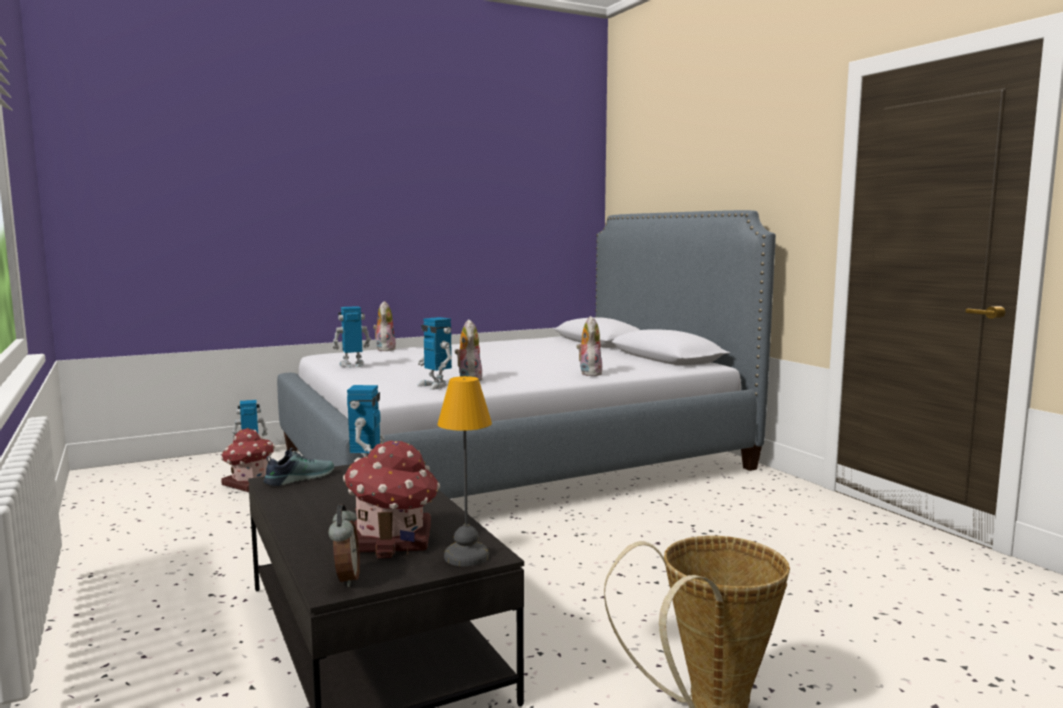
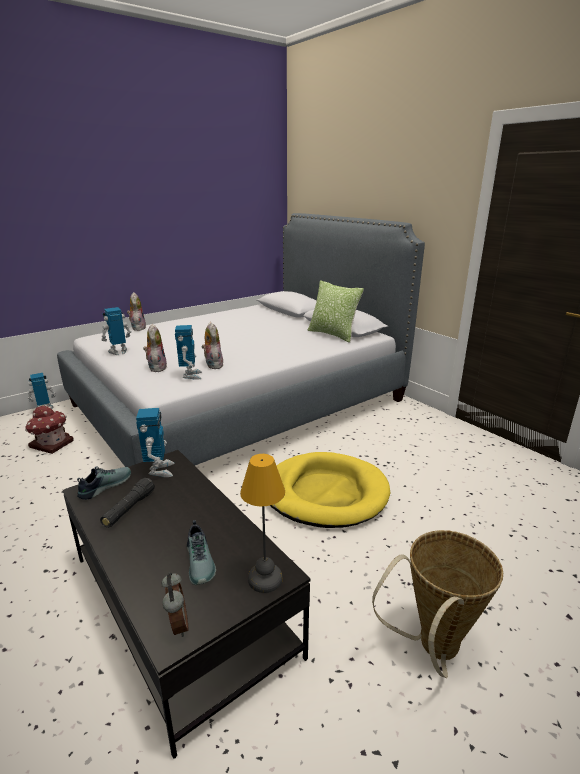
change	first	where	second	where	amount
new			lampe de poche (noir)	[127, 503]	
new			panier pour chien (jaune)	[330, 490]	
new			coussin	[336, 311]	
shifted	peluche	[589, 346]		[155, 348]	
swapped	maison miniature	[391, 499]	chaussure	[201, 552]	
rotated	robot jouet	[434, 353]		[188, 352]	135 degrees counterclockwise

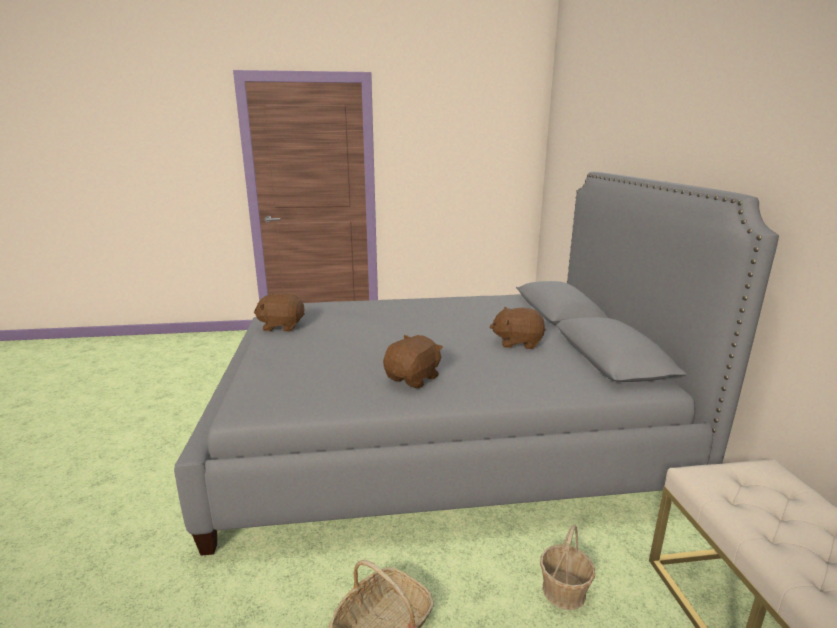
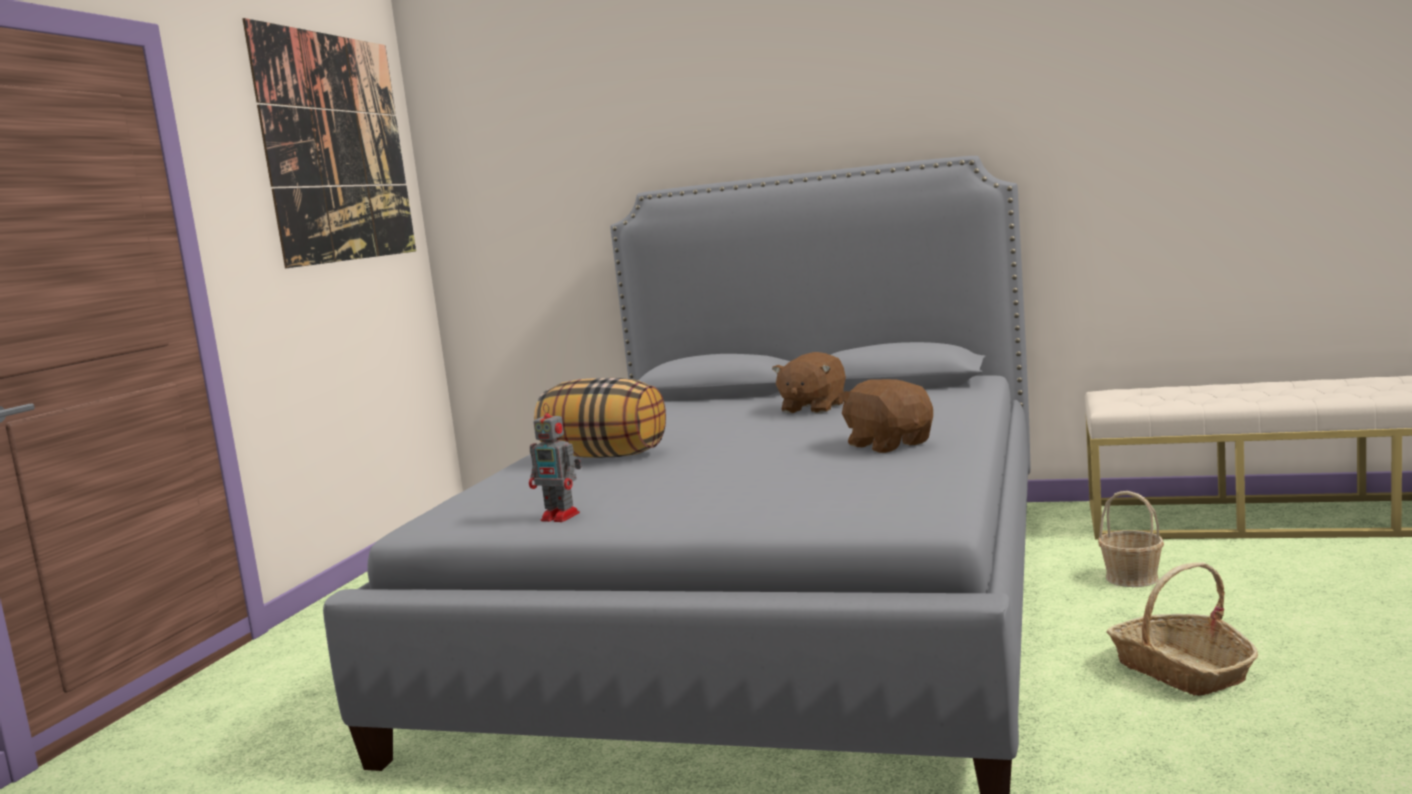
change	first	where	second	where	amount
new			tableau	[329, 143]	
new			coussin	[600, 418]	
swapped	peluche (marron)	[279, 313]	robot jouet	[555, 462]	

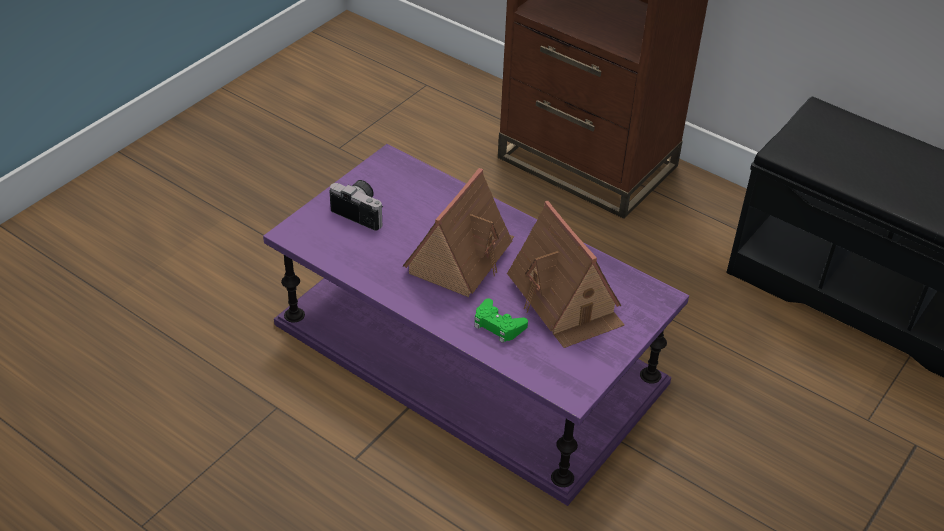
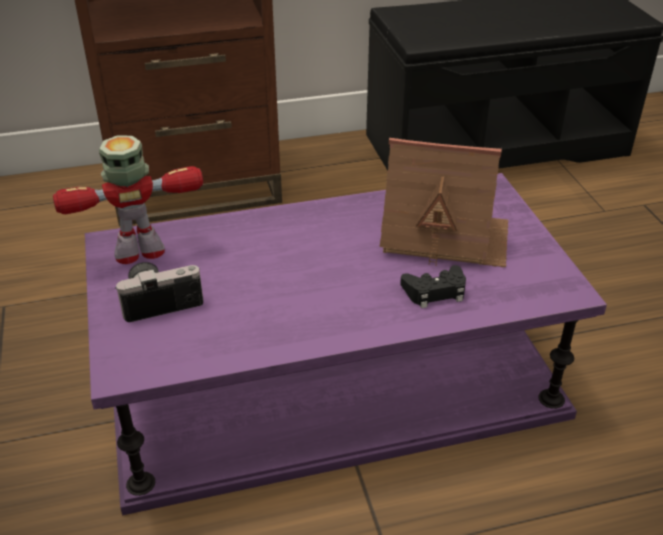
change	first	where	second	where	amount
gone	maison miniature	[458, 232]			
new			robot jouet	[128, 199]	
repainted	manette (vert)	[501, 320]	manette (noir)	[433, 286]	

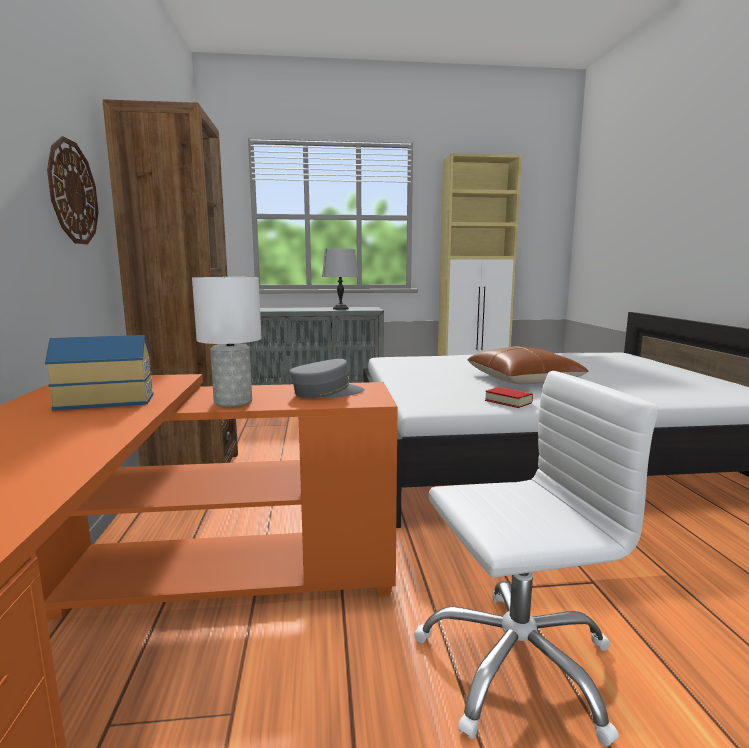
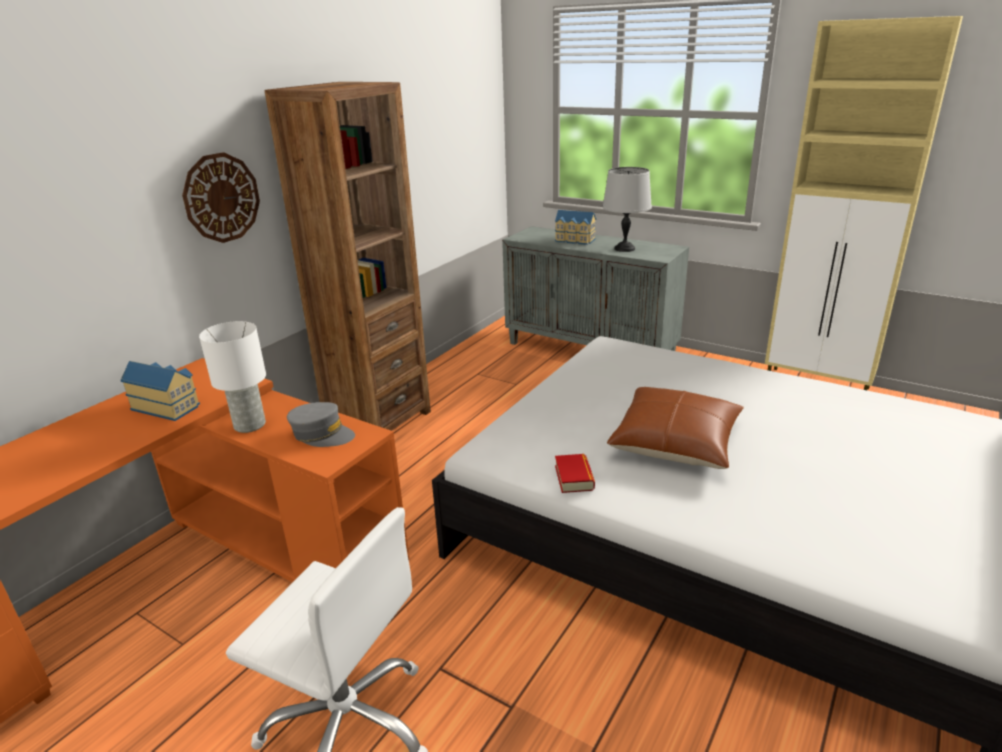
change	first	where	second	where	amount
new			maison miniature	[575, 227]	

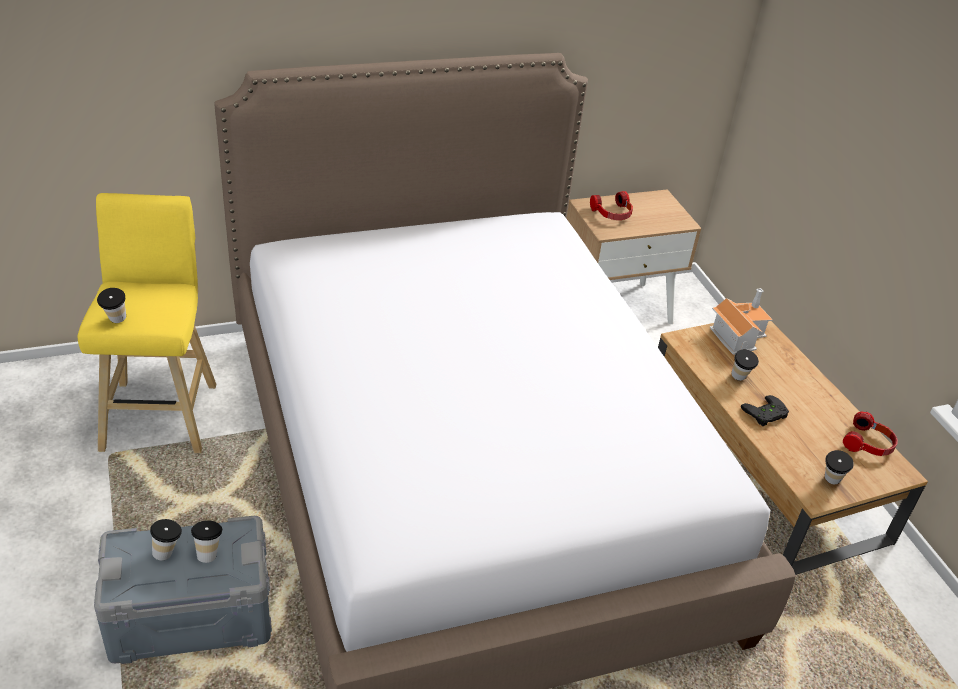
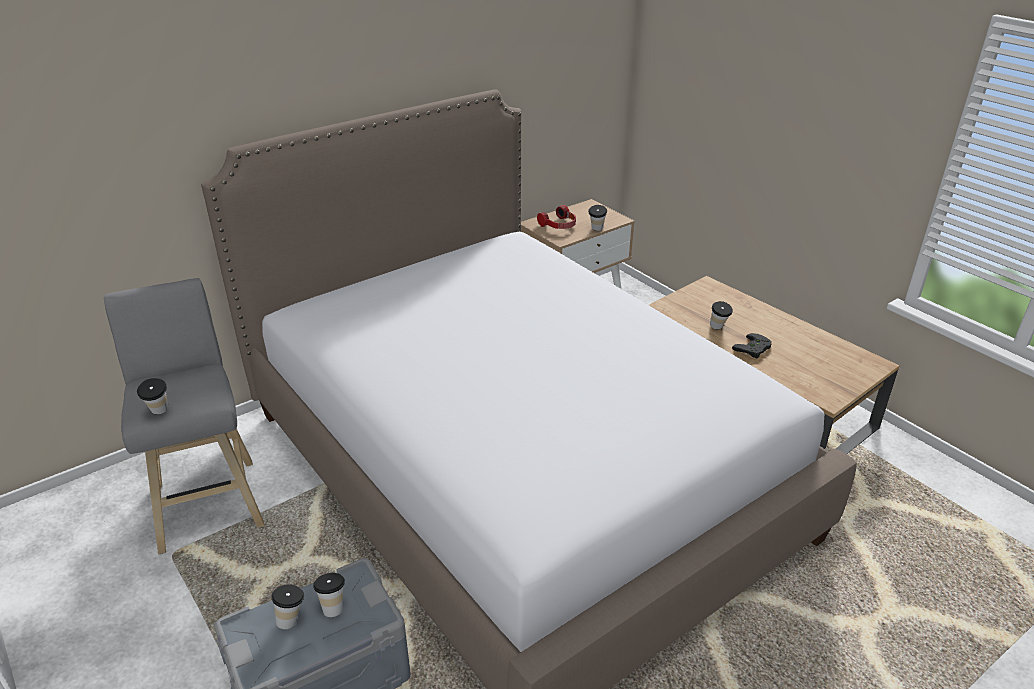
change	first	where	second	where	amount
gone	maison miniature	[741, 321]			
gone	casque audio	[870, 434]			
shifted	tasse	[839, 467]		[597, 218]	
repainted	tabouret (jaune)	[147, 323]	tabouret (gris)	[184, 416]	

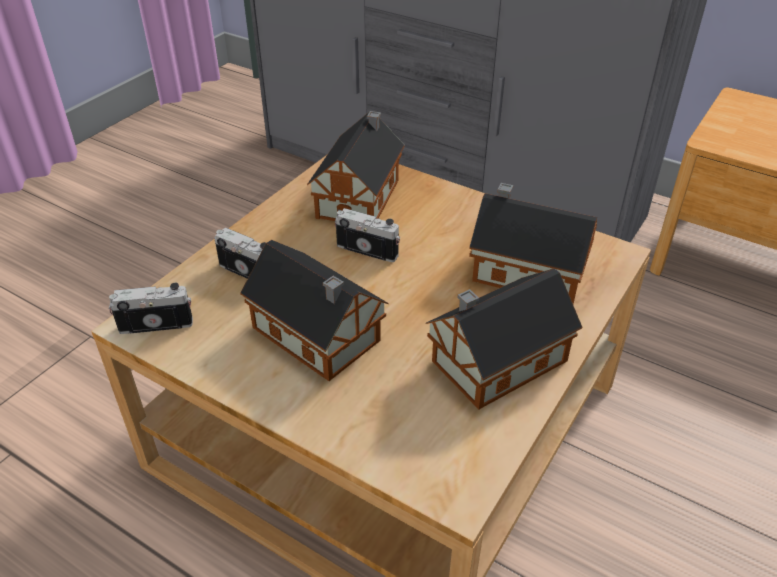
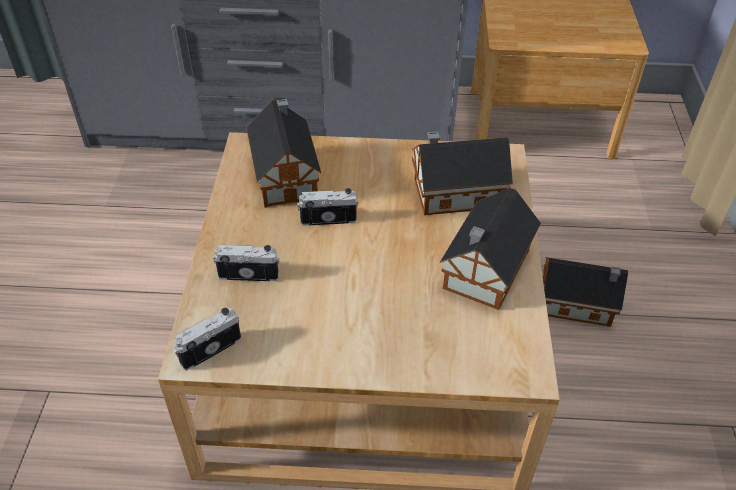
change	first	where	second	where	amount
shifted	maison miniature	[314, 310]		[585, 292]	

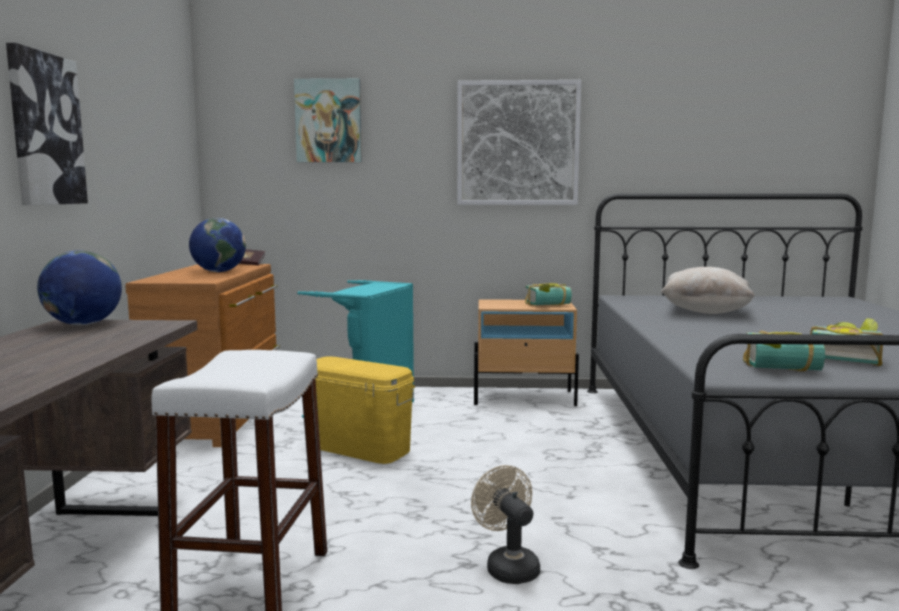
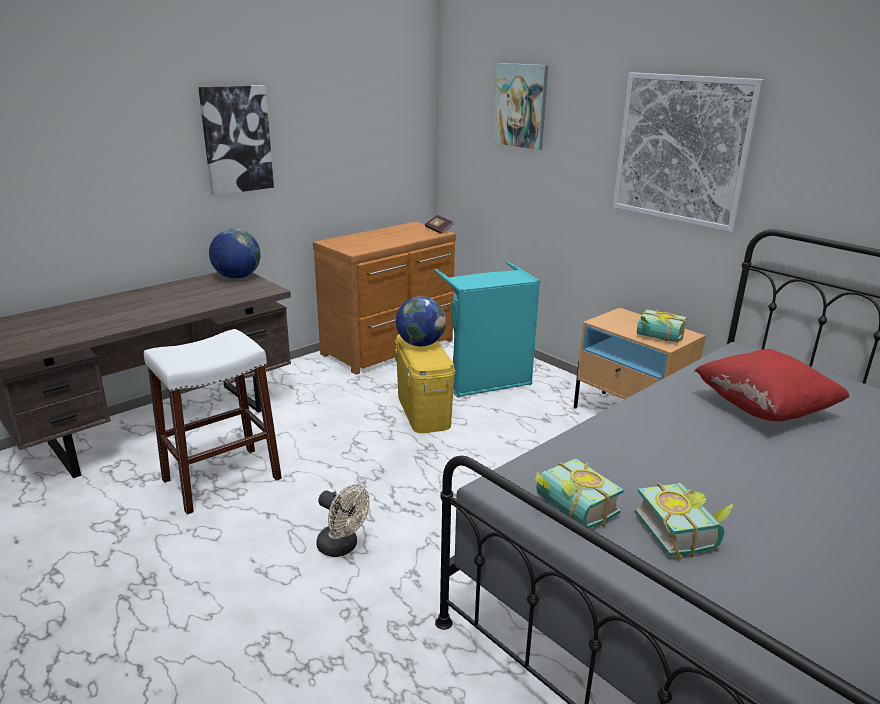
change	first	where	second	where	amount
shifted	globe	[217, 245]		[421, 321]	
repainted	coussin (beige)	[708, 290]	coussin (rouge)	[772, 385]	
rotated	ventilateur (beige)	[505, 524]		[343, 520]	105 degrees clockwise

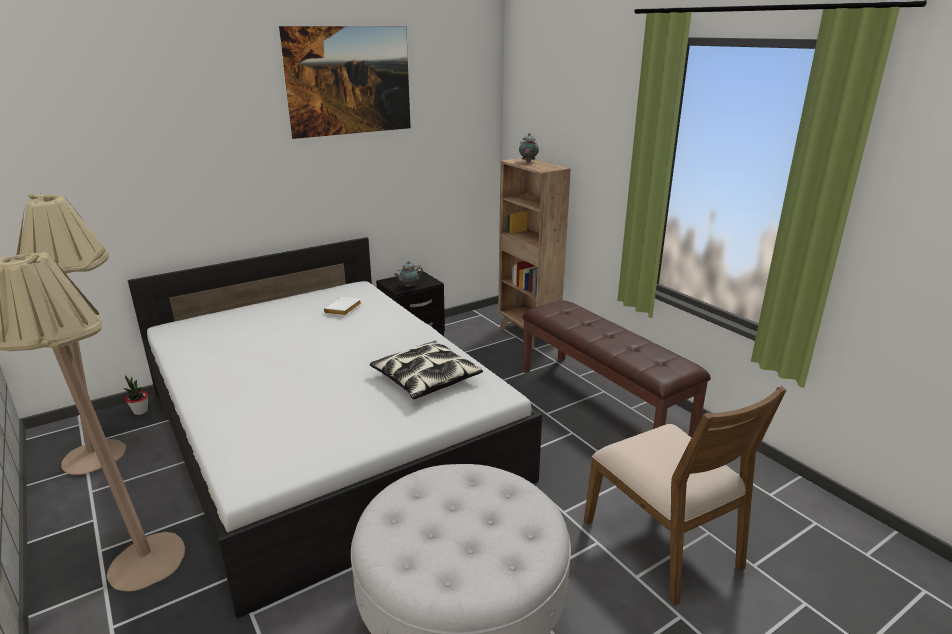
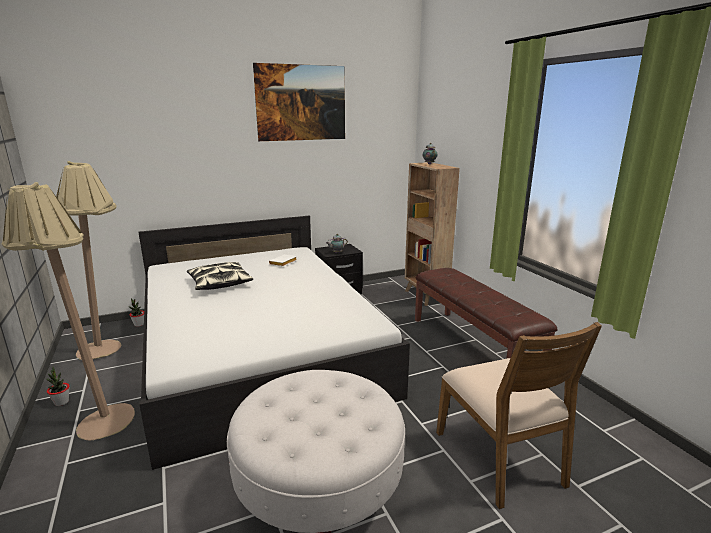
change	first	where	second	where	amount
new			plante en pot	[58, 386]	
shifted	coussin	[426, 370]		[220, 276]	

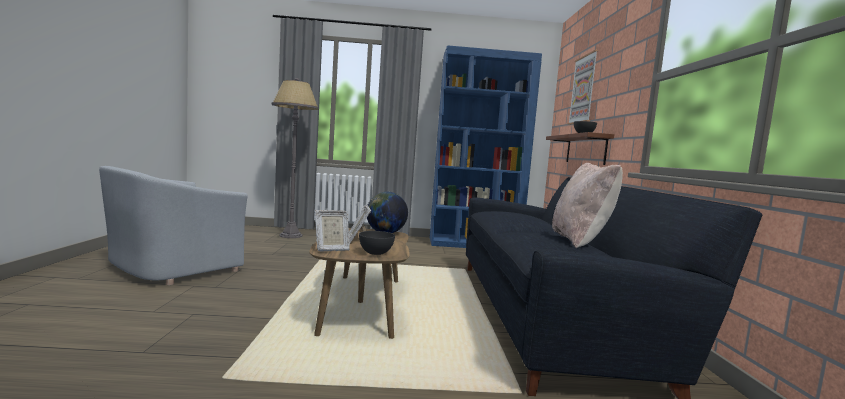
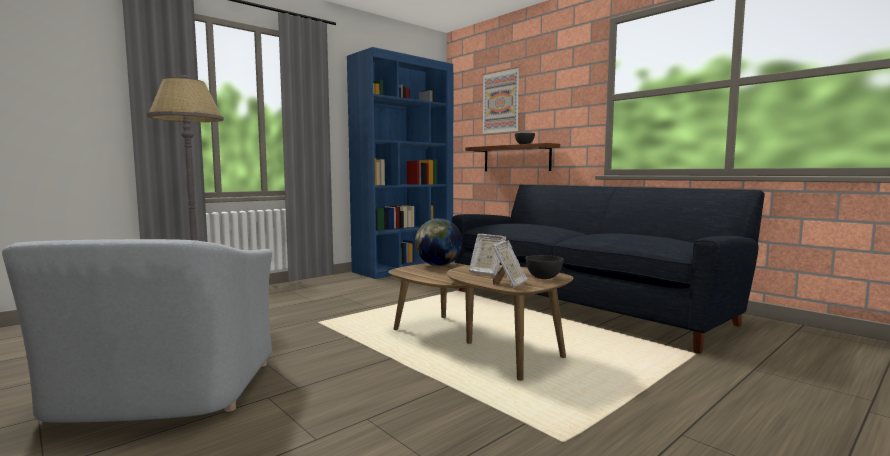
change	first	where	second	where	amount
gone	coussin (beige)	[587, 205]			

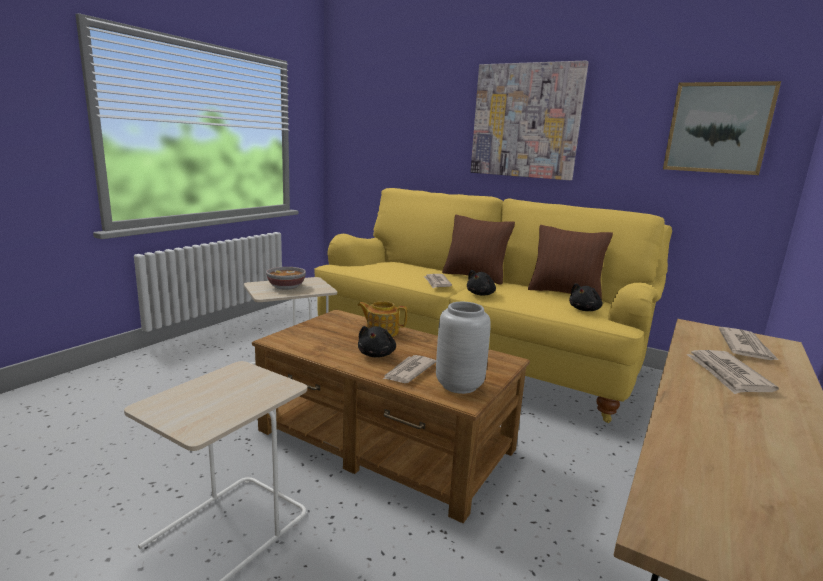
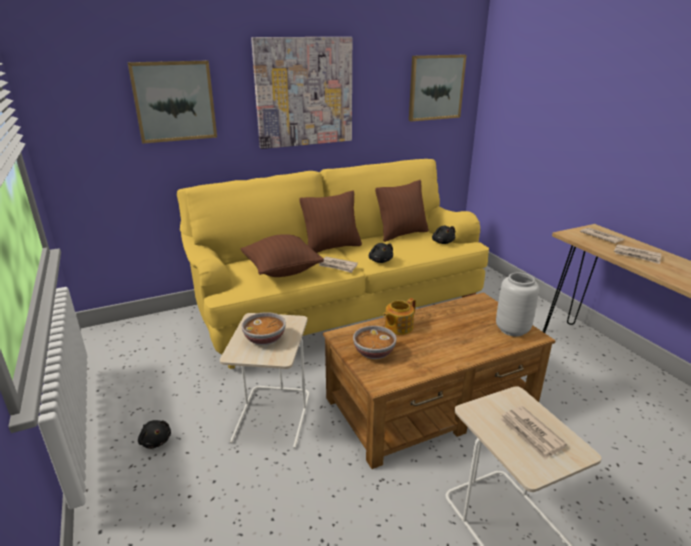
change	first	where	second	where	amount
new			tableau	[172, 102]	
new			coussin (marron)	[282, 255]	
new			bol	[375, 342]	
shifted	peluche (noir)	[377, 341]		[154, 434]	
shifted	journal	[409, 369]		[533, 433]	

